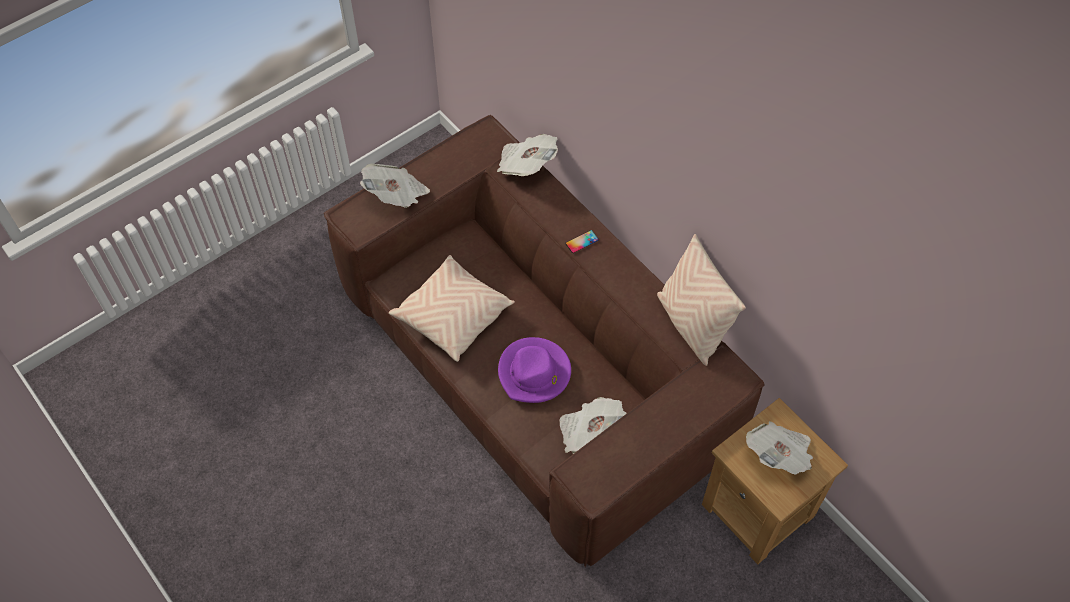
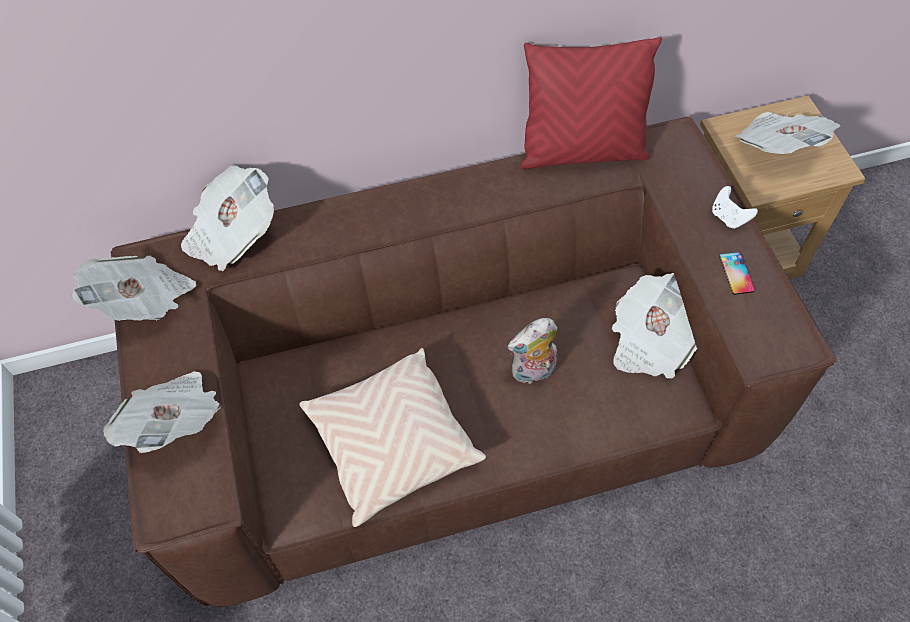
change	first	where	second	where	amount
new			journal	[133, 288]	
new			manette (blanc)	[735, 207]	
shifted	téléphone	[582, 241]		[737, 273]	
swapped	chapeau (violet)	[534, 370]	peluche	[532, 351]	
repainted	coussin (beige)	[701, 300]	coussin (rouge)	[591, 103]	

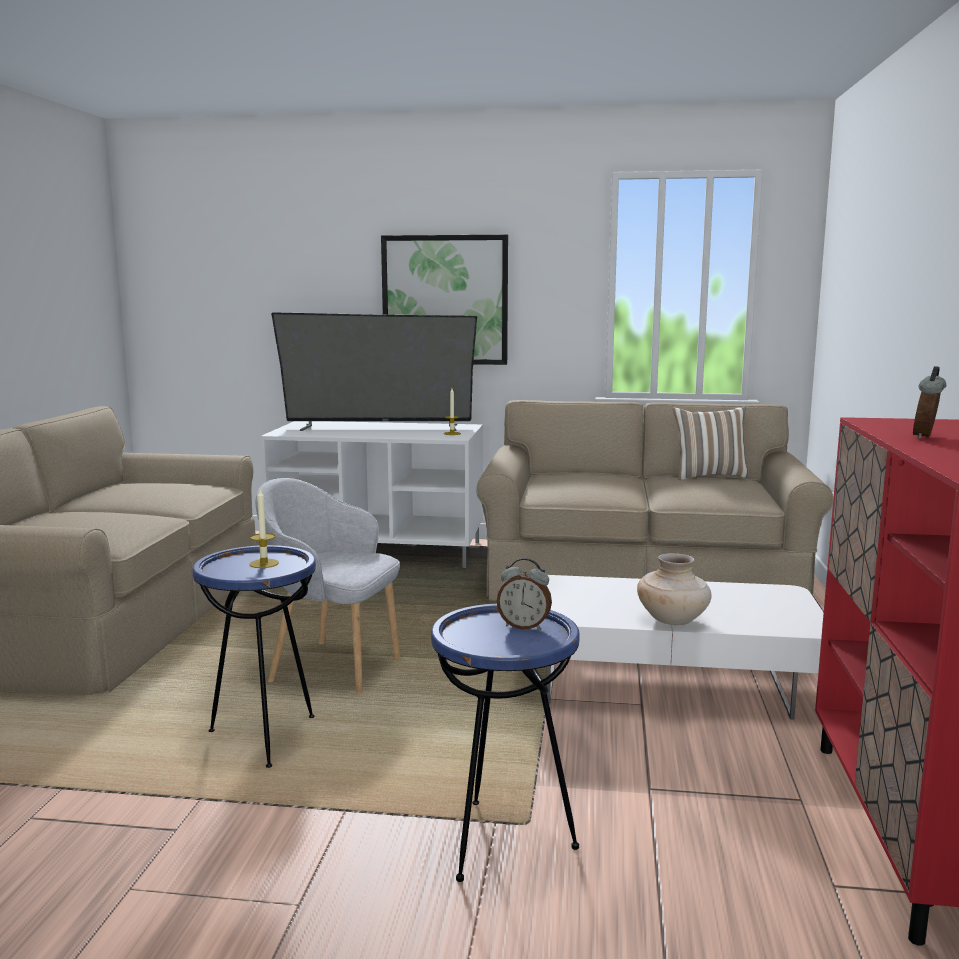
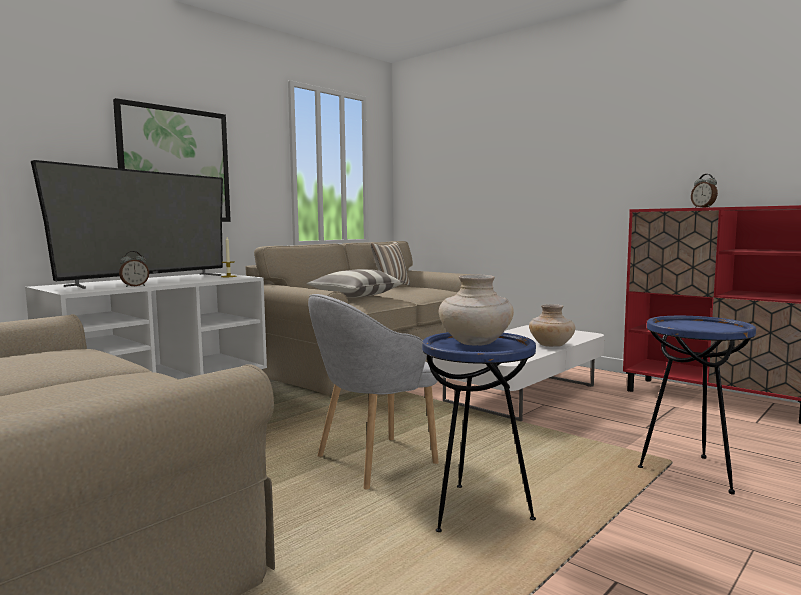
change	first	where	second	where	amount
new			coussin	[356, 283]	
shifted	réveil	[524, 594]		[134, 269]	
swapped	bougie	[264, 529]	vase (beige)	[476, 310]	

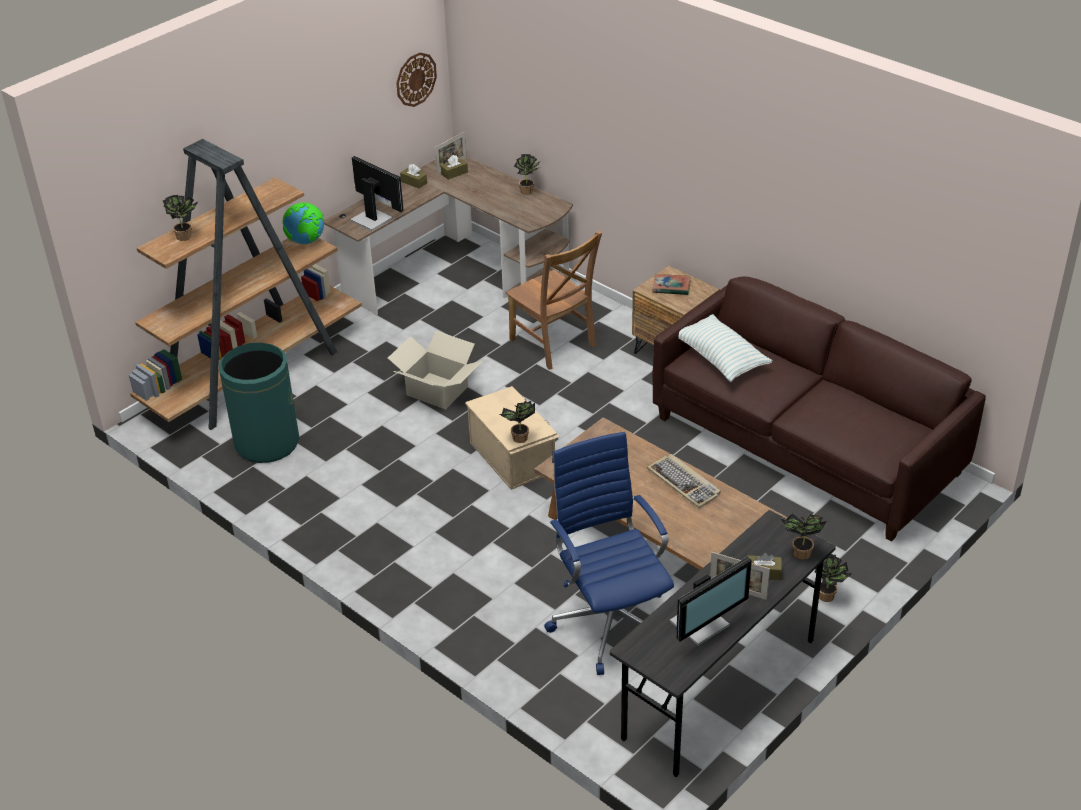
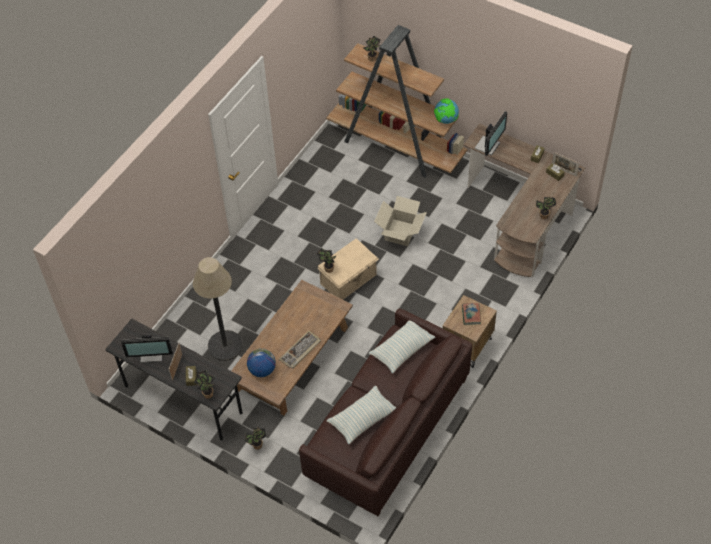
change	first	where	second	where	amount
gone	poubelle (vert)	[259, 403]			
gone	horloge murale	[416, 79]			
gone	chaise (marron)	[554, 300]			
new			globe	[261, 362]	
new			coussin	[361, 415]	
swapped	chaise de bureau (bleu)	[609, 553]	lampadaire	[218, 309]	
rotated	écran d'ordinateur	[711, 601]		[147, 348]	45 degrees counterclockwise

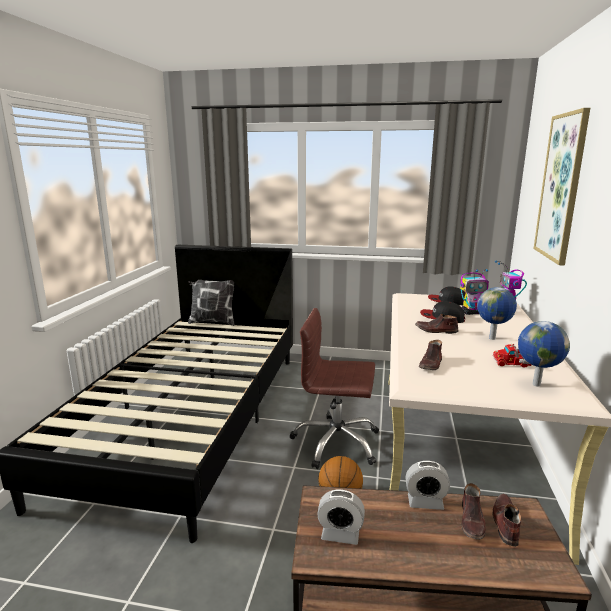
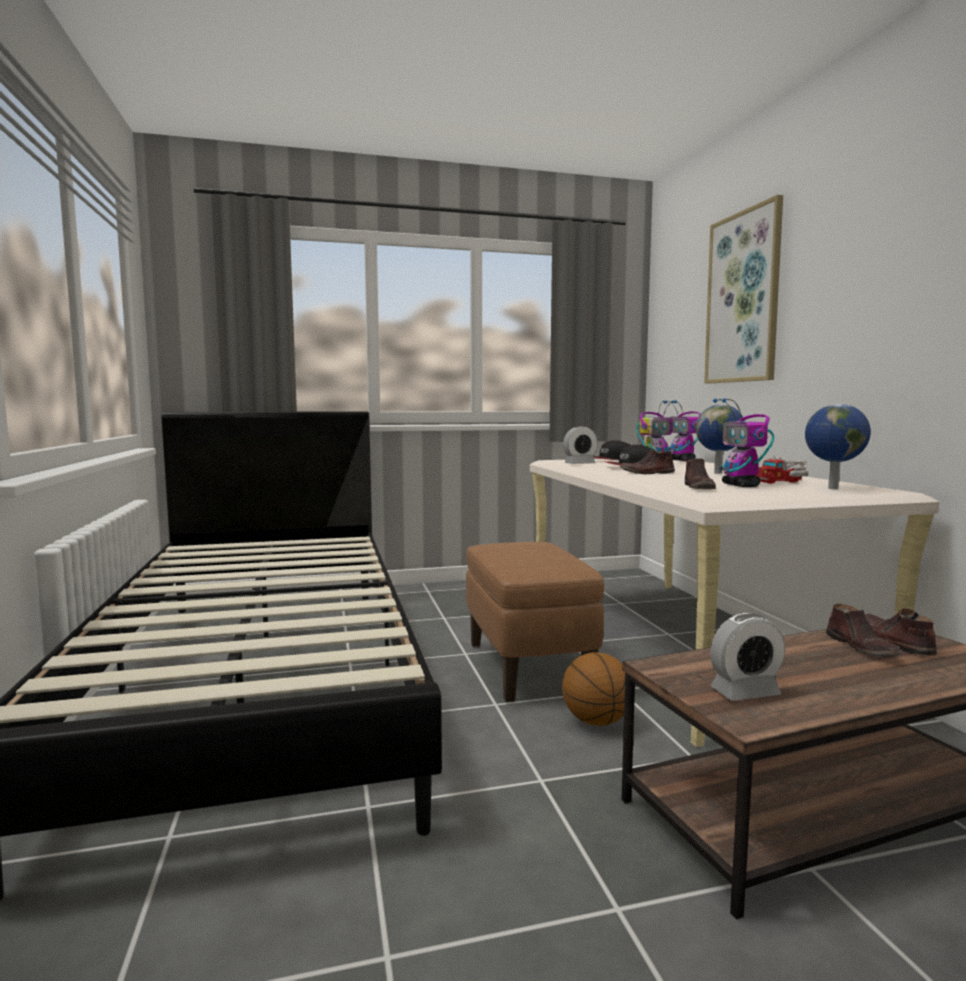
change	first	where	second	where	amount
gone	coussin	[211, 303]			
new			robot jouet	[743, 442]	
shifted	réveil	[427, 485]		[580, 445]	
swapped	chaise de bureau (marron)	[334, 388]	pouf (marron)	[535, 622]	

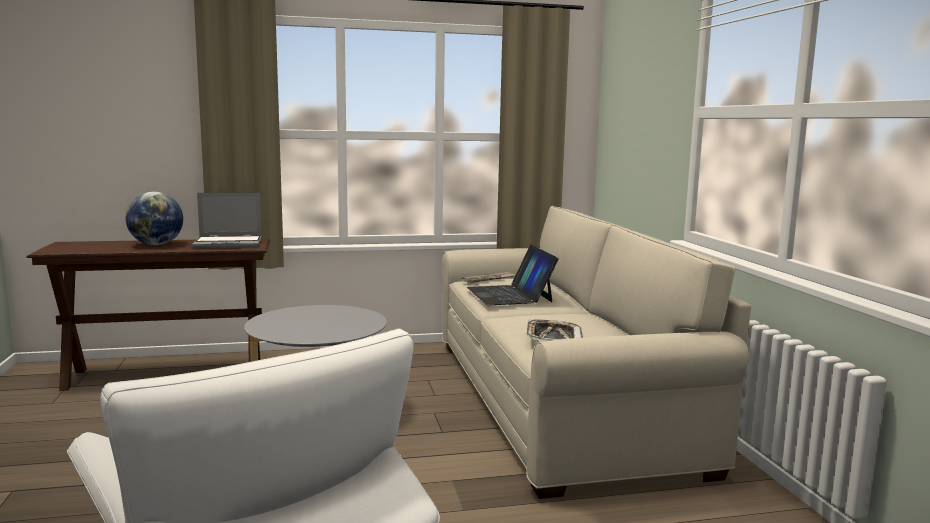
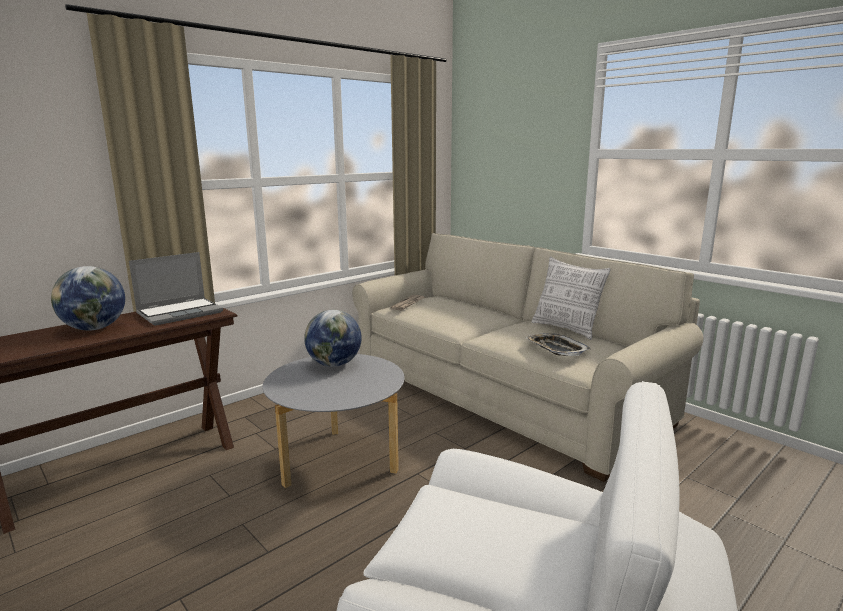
change	first	where	second	where	amount
gone	ordinateur portable	[513, 275]			
new			globe	[333, 338]	
new			coussin	[571, 298]	

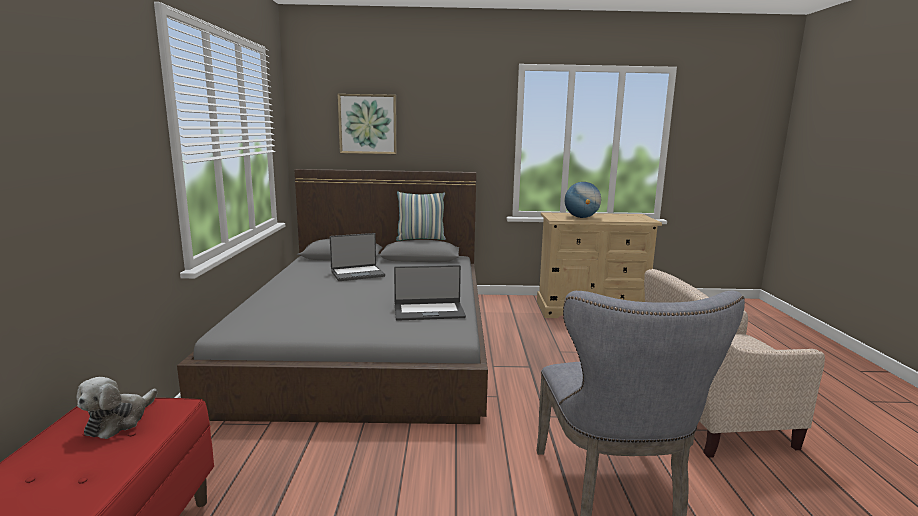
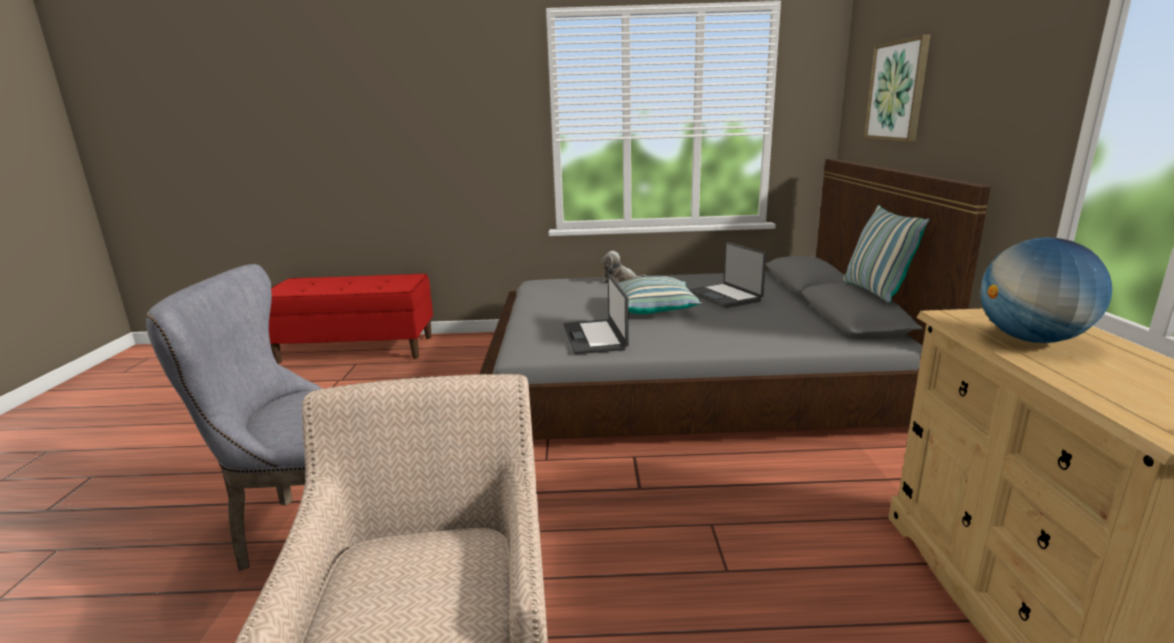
change	first	where	second	where	amount
new			coussin	[659, 295]	
shifted	peluche	[116, 408]		[623, 267]	

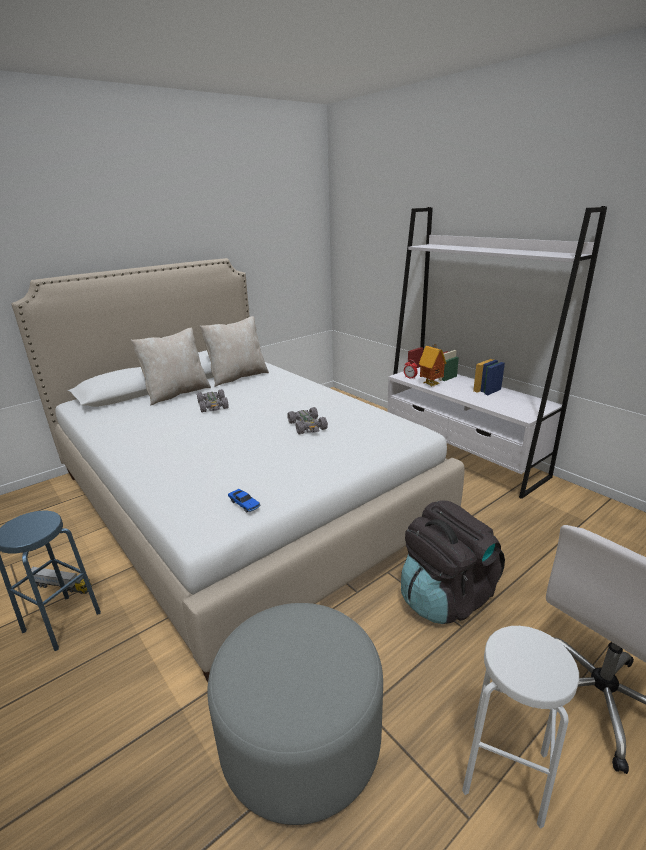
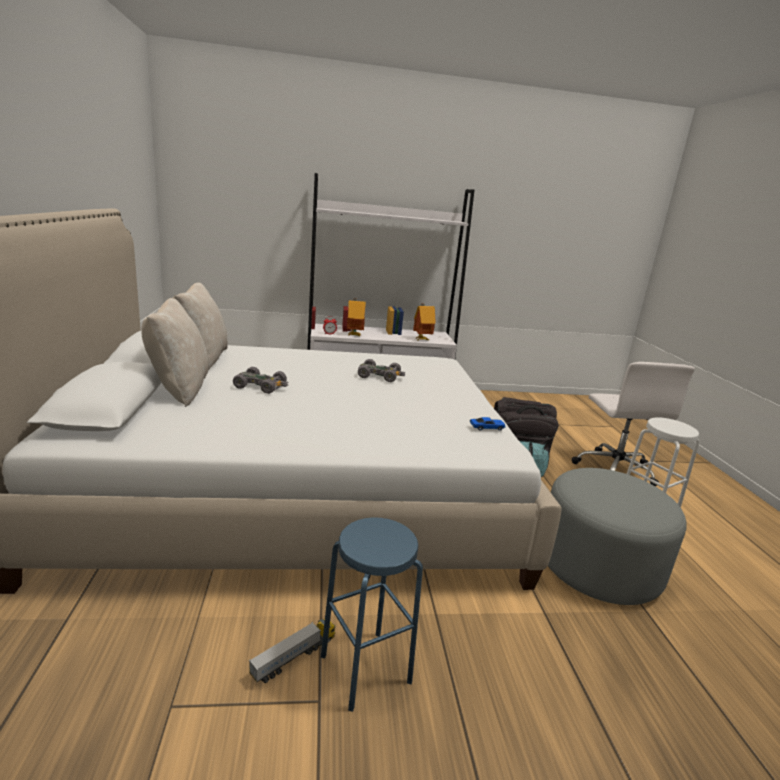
change	first	where	second	where	amount
new			maison miniature	[424, 322]	

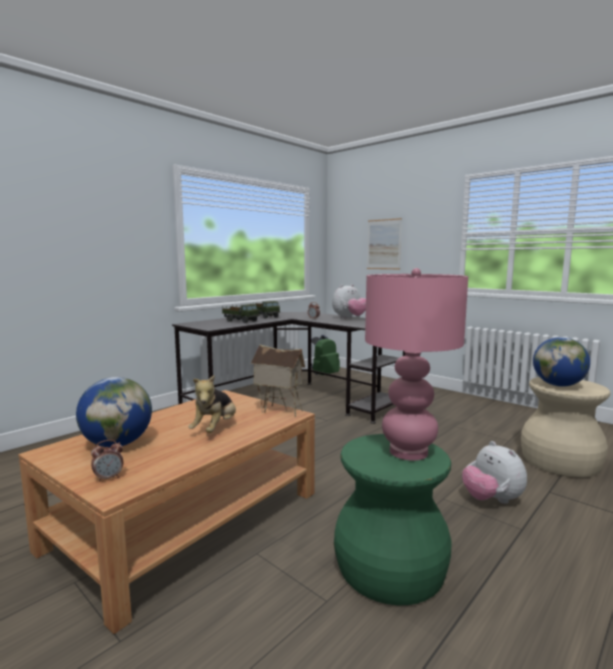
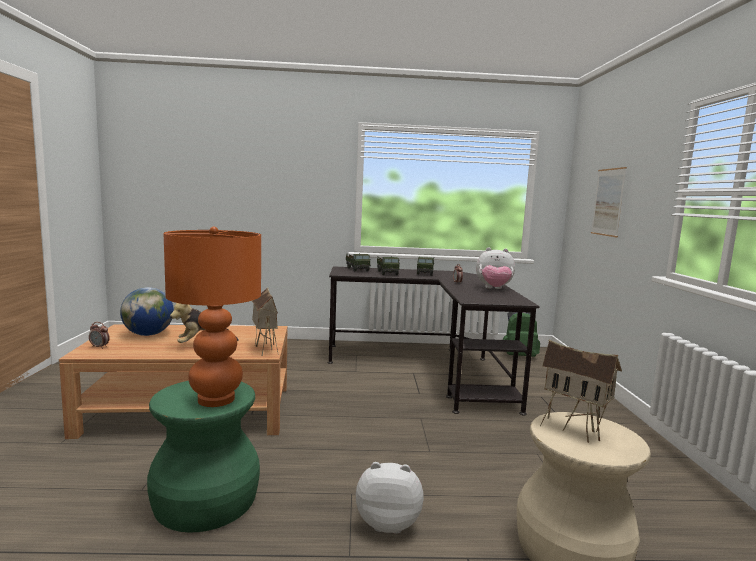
change	first	where	second	where	amount
new			camion jouet	[358, 262]	
swapped	globe	[561, 362]	maison miniature	[581, 391]	
repainted	lampe de table (rose)	[416, 364]	lampe de table (orange)	[212, 317]	
rotated	peluche	[494, 472]		[390, 498]	75 degrees clockwise

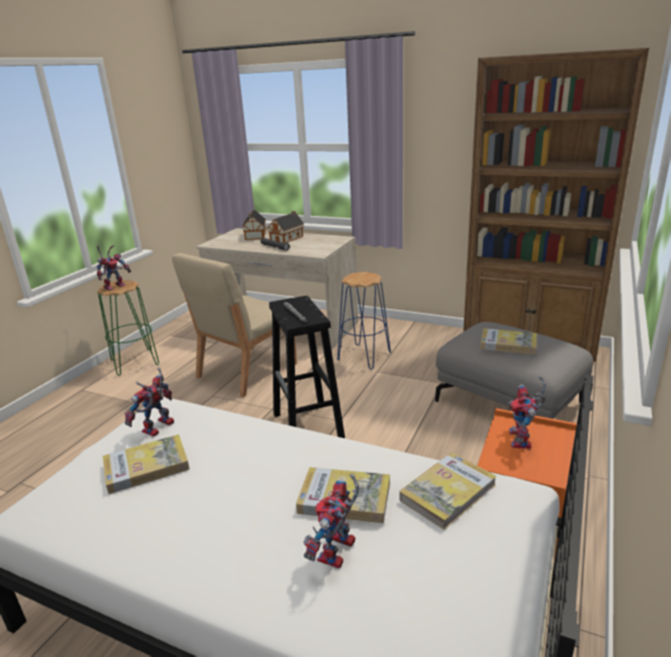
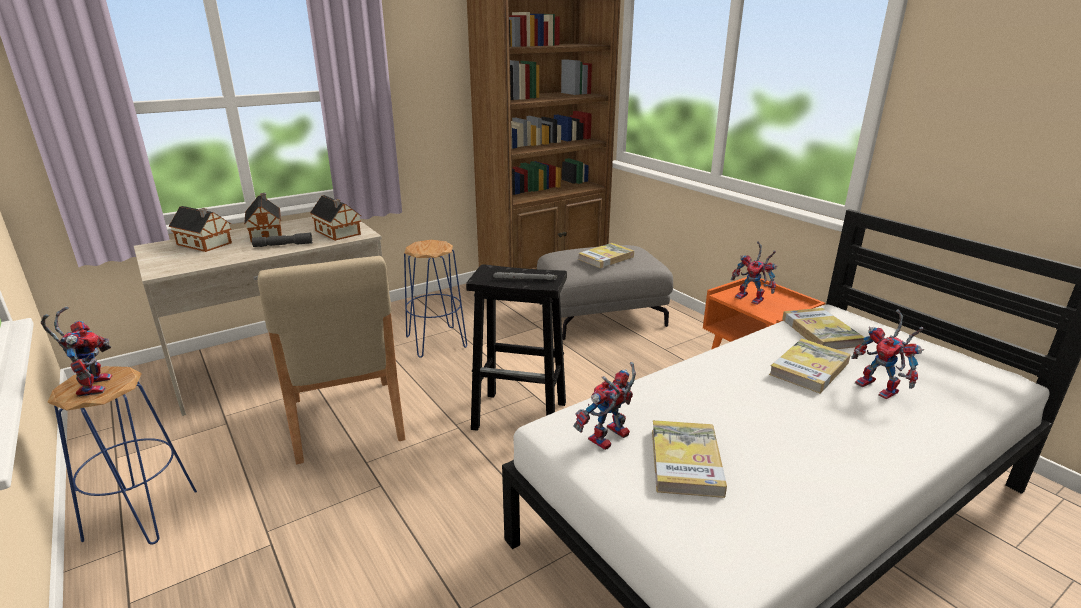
change	first	where	second	where	amount
new			maison miniature	[335, 218]	
repainted	tabouret (vert)	[128, 327]	tabouret (bleu)	[122, 455]	
rotated	robot jouet	[149, 402]		[604, 406]	75 degrees clockwise

